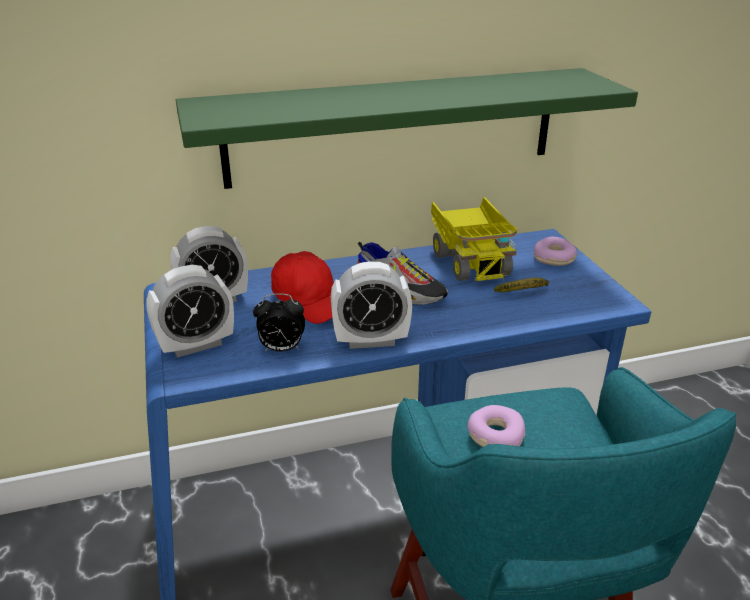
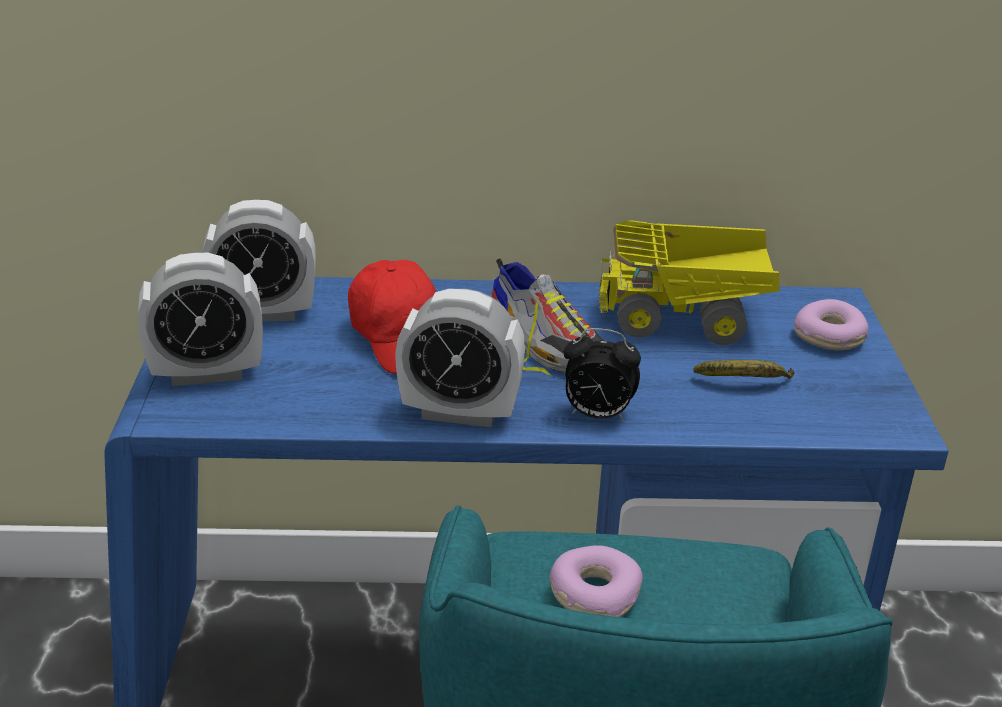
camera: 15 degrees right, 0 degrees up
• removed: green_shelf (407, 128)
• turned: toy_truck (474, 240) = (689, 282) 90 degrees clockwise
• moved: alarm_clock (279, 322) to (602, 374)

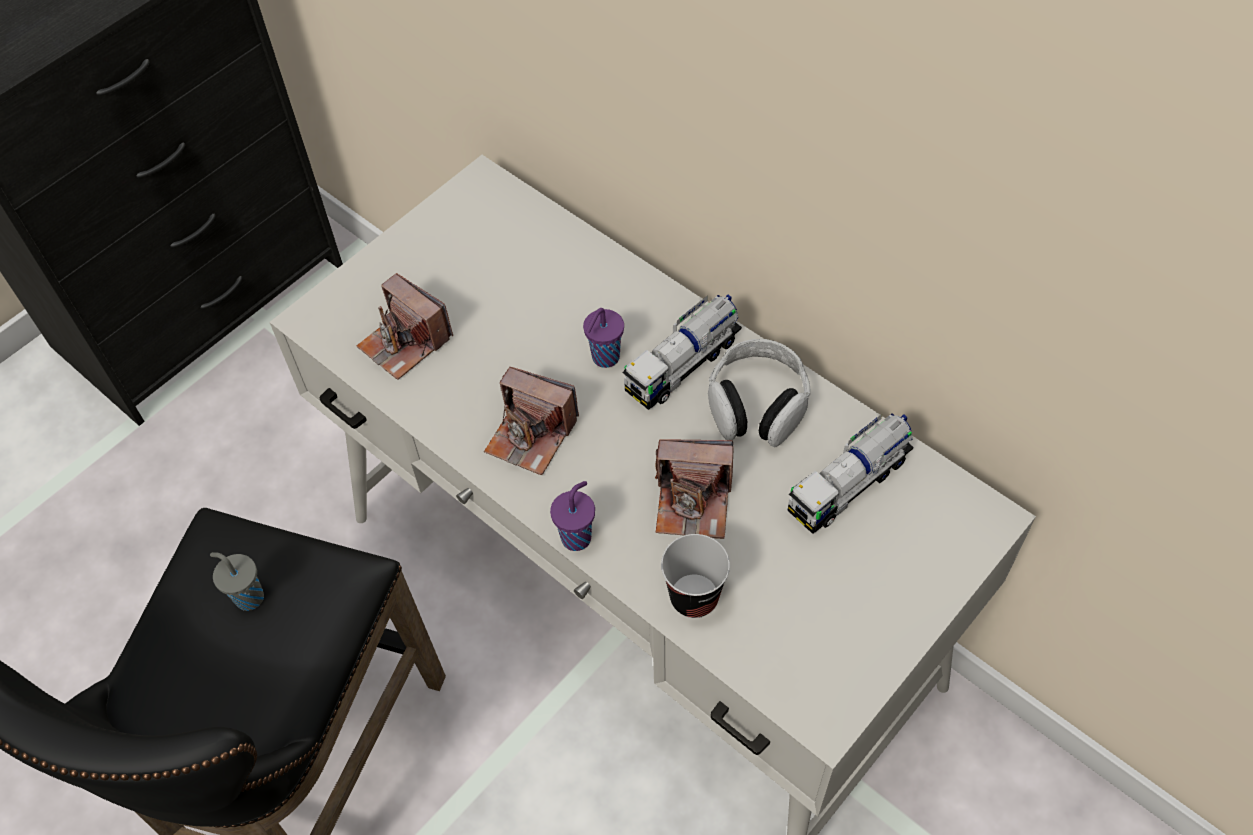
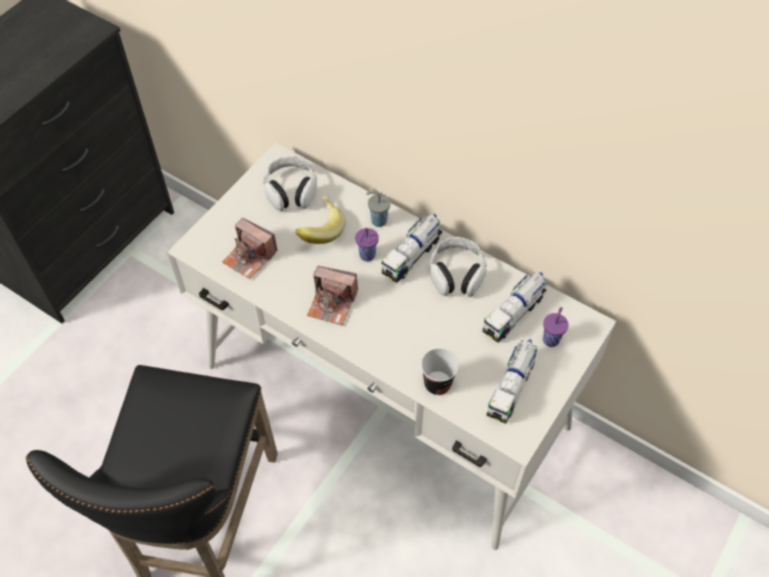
camera: 10 degrees left, 0 degrees up
• removed: photo_camera (694, 489)
• moved: purple_cup (572, 516) to (555, 327)
• moved: grey_cup (237, 581) to (379, 208)
• added: headphones (290, 183)
• added: banana (320, 220)
• added: toy_truck (512, 381)

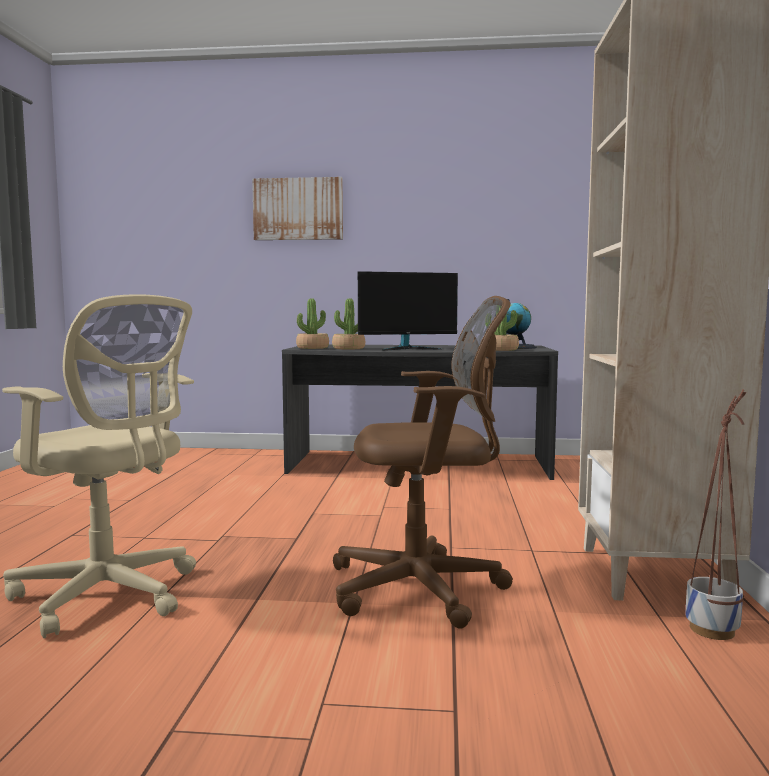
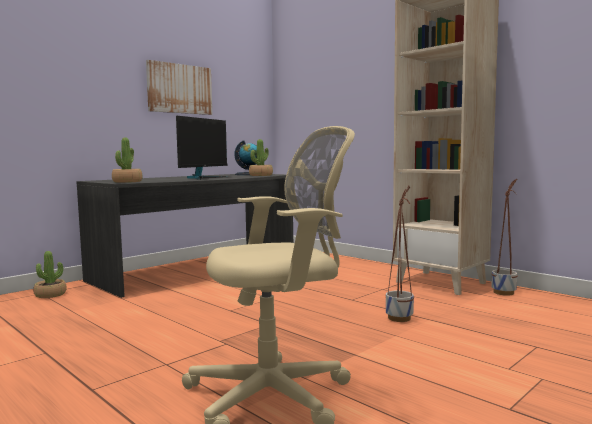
camera: 50 degrees left, 0 degrees up
• moved: picture (297, 208) to (179, 87)
• replaced: brown_office_chair (423, 462) to planter (400, 254)
• moved: potted_plant (348, 324) to (50, 274)

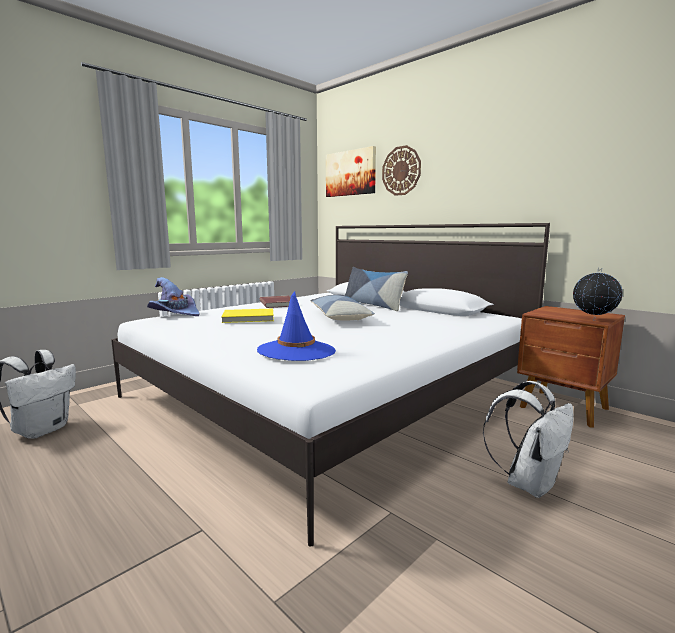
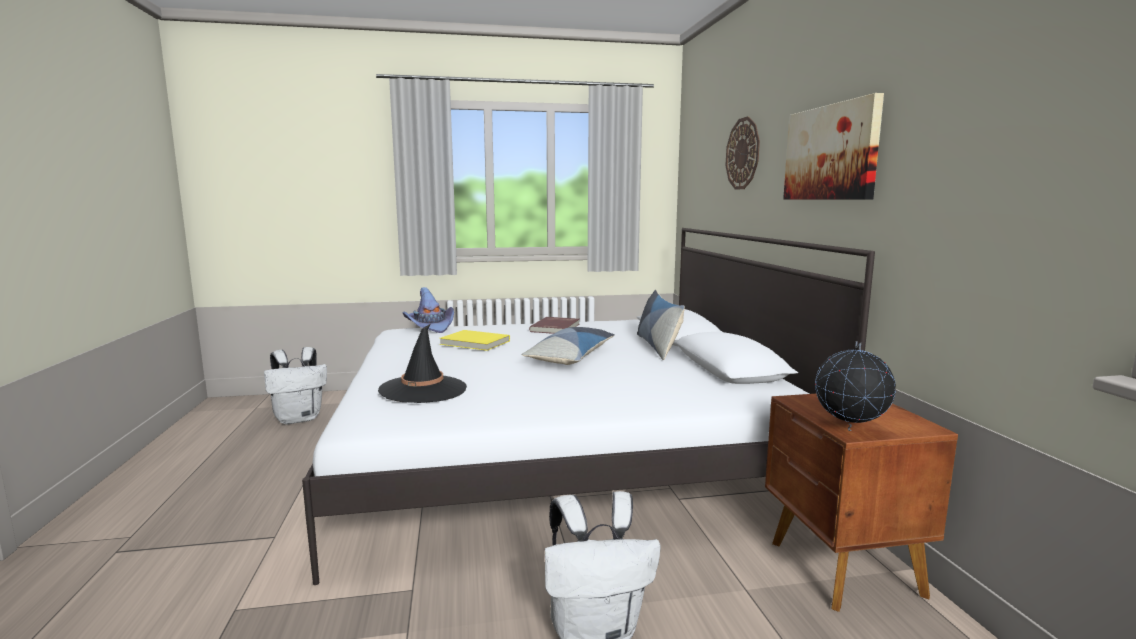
camera: 35 degrees right, 0 degrees up
• moved: picture (351, 171) to (833, 146)
• recoloured: blue_hat (296, 326) to black_hat (422, 363)

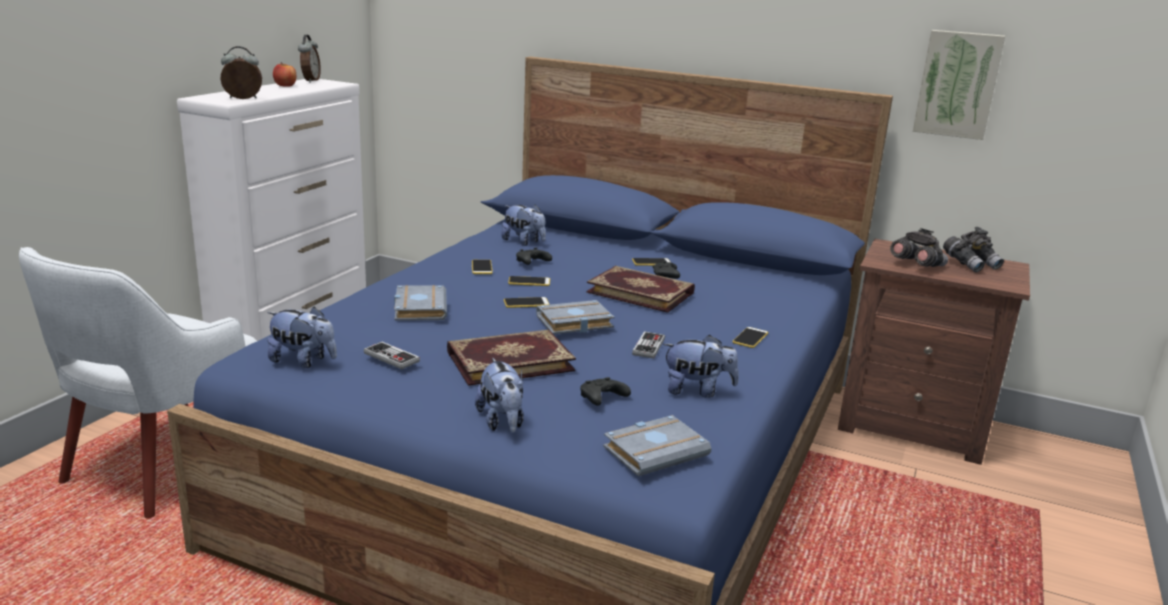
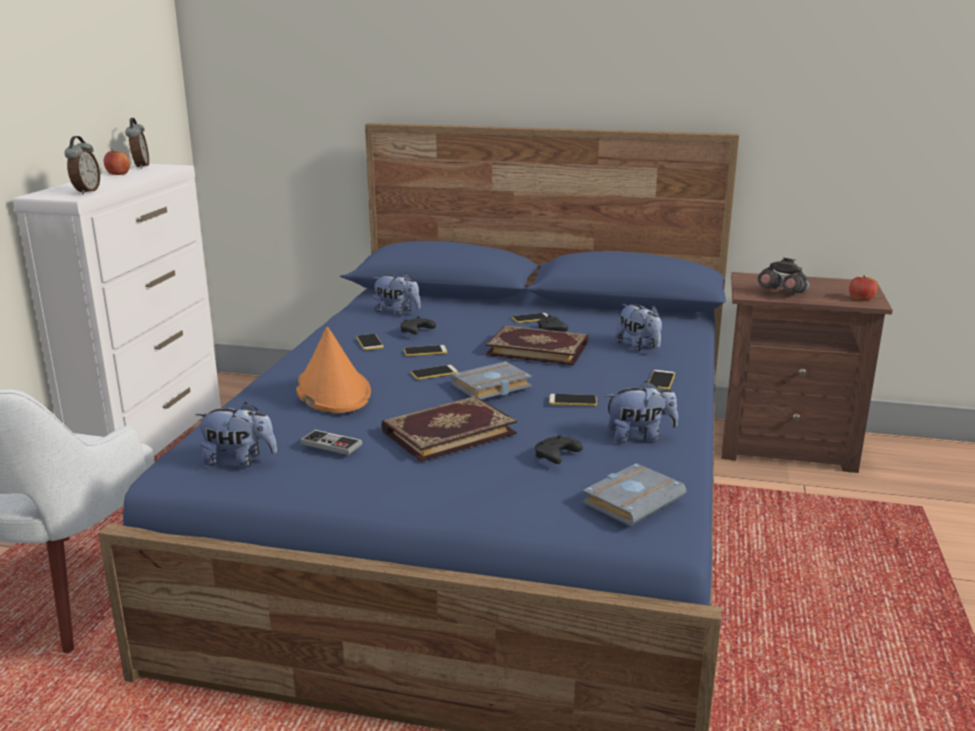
camera: 10 degrees left, 0 degrees up
• removed: picture (959, 85)
• turned: alarm_clock (241, 72) = (82, 165) 120 degrees clockwise
• removed: grey_binoculars (973, 249)
• replaced: grey_book (420, 303) to orange_hat (333, 370)
• replaced: game_controller (648, 345) to phone (573, 400)
• moved: plush_toy (499, 395) to (638, 327)
• added: apple (863, 288)

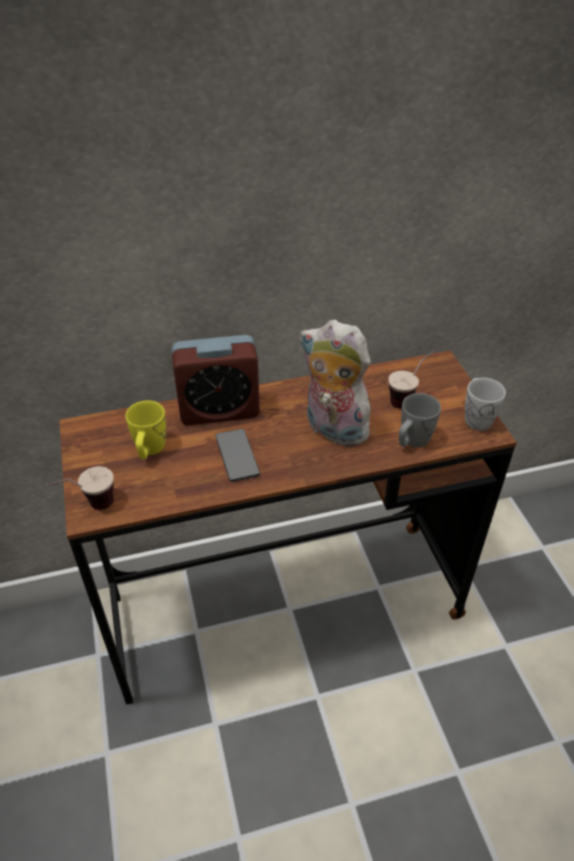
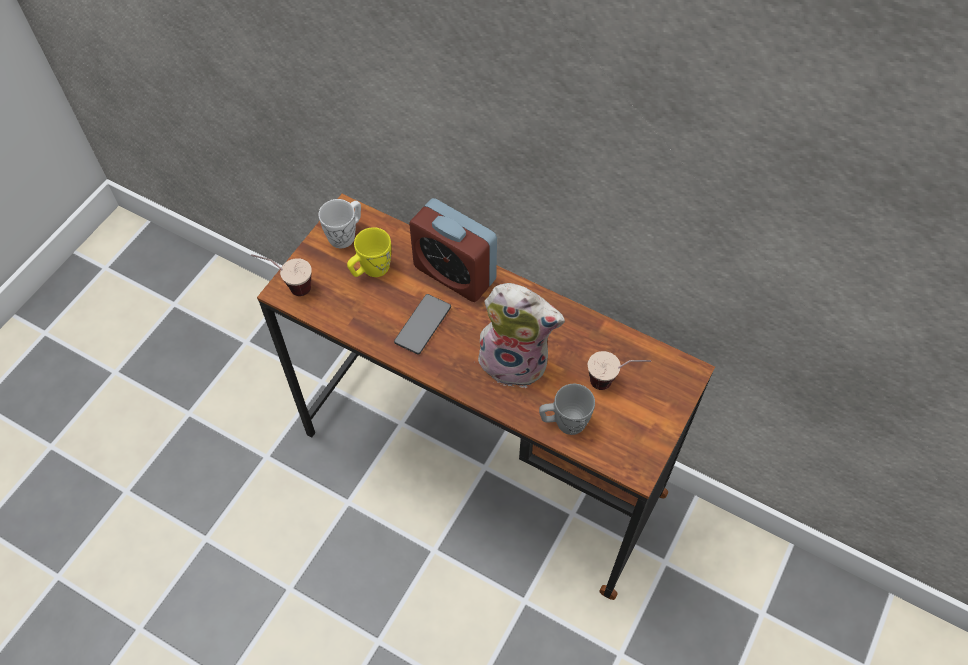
camera: 45 degrees right, 15 degrees up
• turned: plush_toy (337, 383) = (521, 335) 120 degrees clockwise
• moved: white_mug (485, 404) to (340, 223)

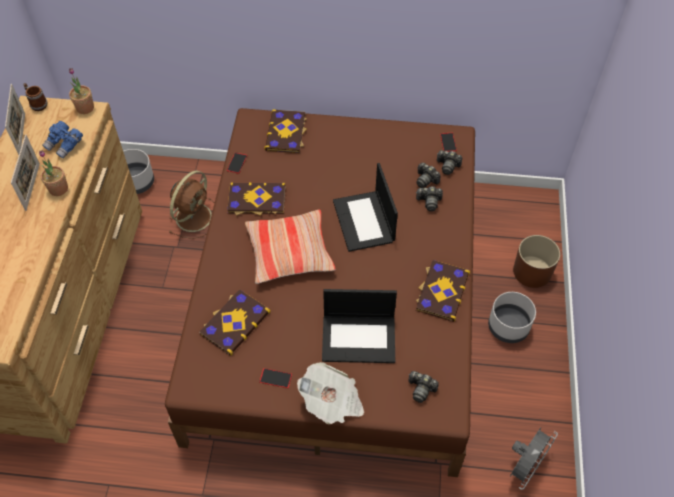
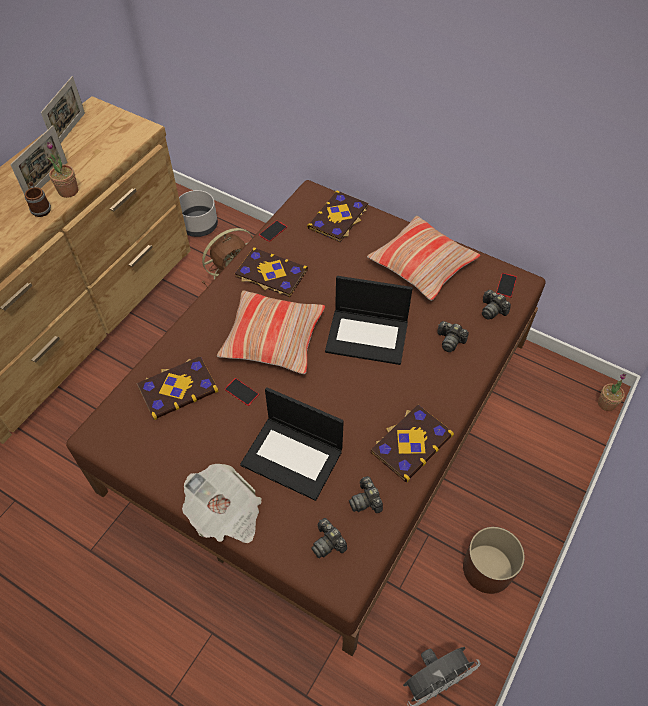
camera: 25 degrees right, 0 degrees up
• moved: potted_plant (81, 91) to (612, 392)
• moved: mug (35, 97) to (38, 199)
• removed: blue_binoculars (62, 140)
• turned: laptop (365, 207) = (369, 320) 90 degrees counterclockwise
• moved: photo_camera (428, 175) to (366, 494)
• moved: brown_planter (536, 261) to (494, 560)
• removed: grey_planter (512, 317)
• moved: phone (275, 378) to (241, 392)
• added: pillow (423, 258)

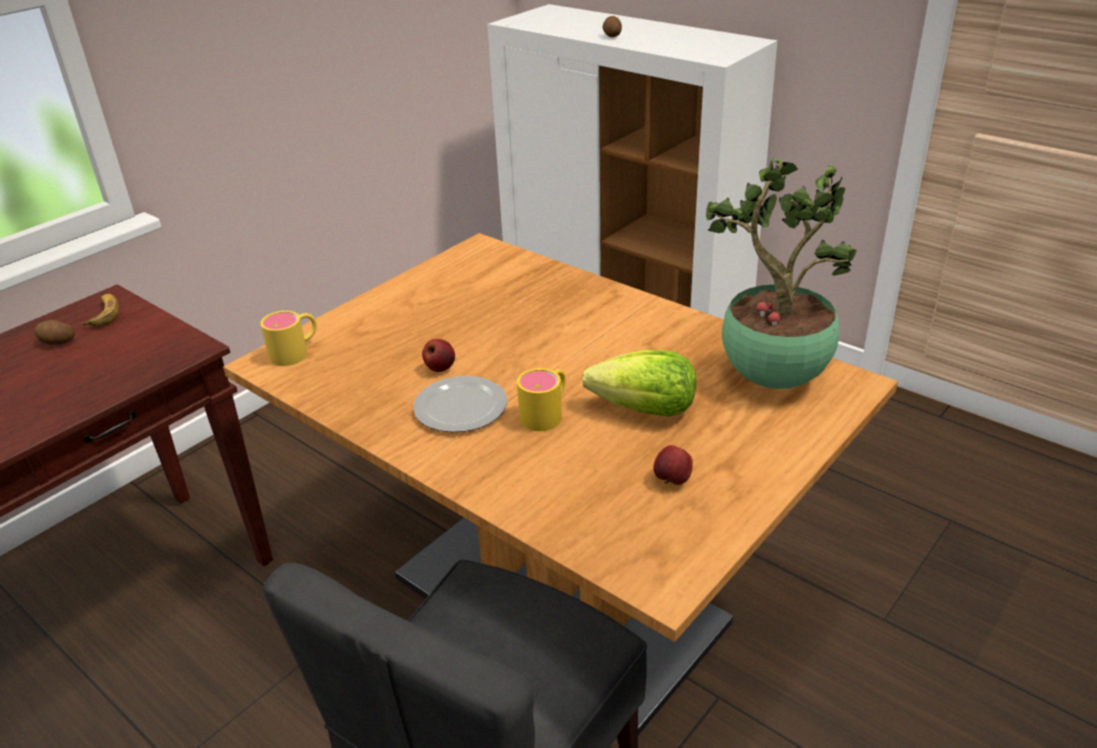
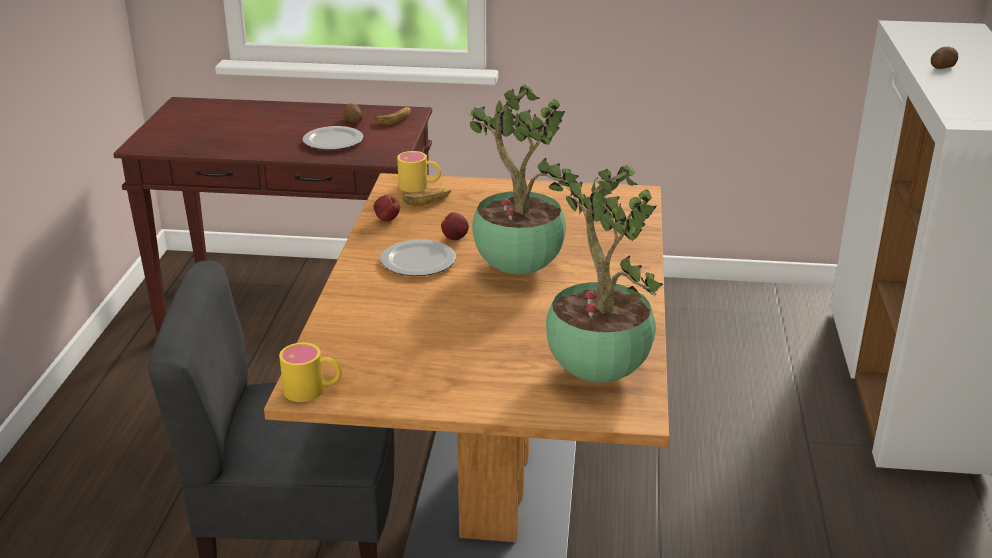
camera: 55 degrees right, 5 degrees down
• removed: lettuce (639, 383)
• moved: yellow_mug (541, 399) to (310, 372)
• moved: apple (673, 465) to (386, 208)
• added: potted_plant (523, 180)
• added: plate (332, 138)
• added: banana (426, 197)

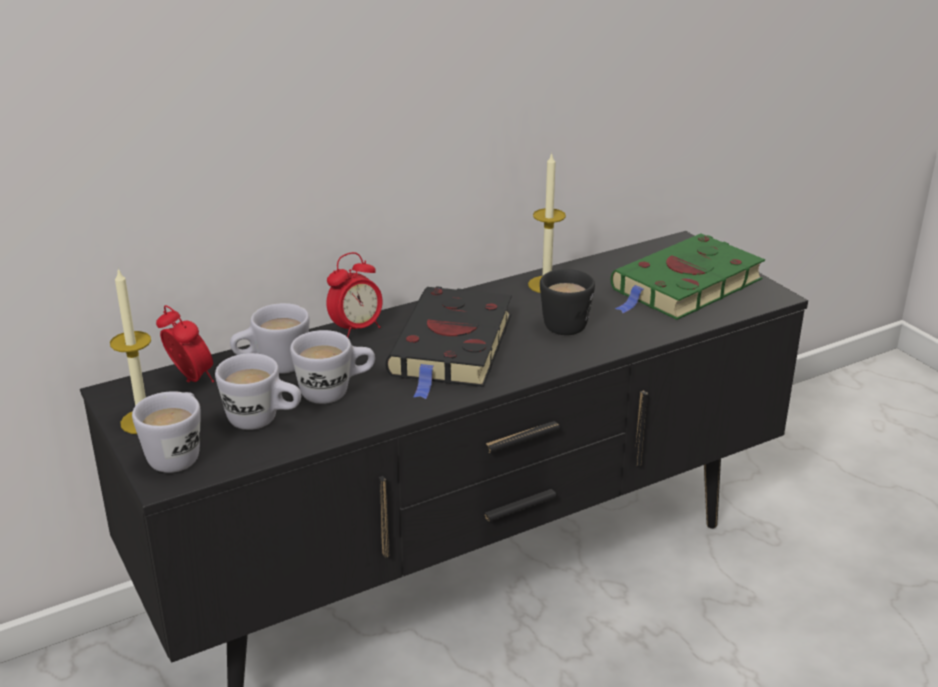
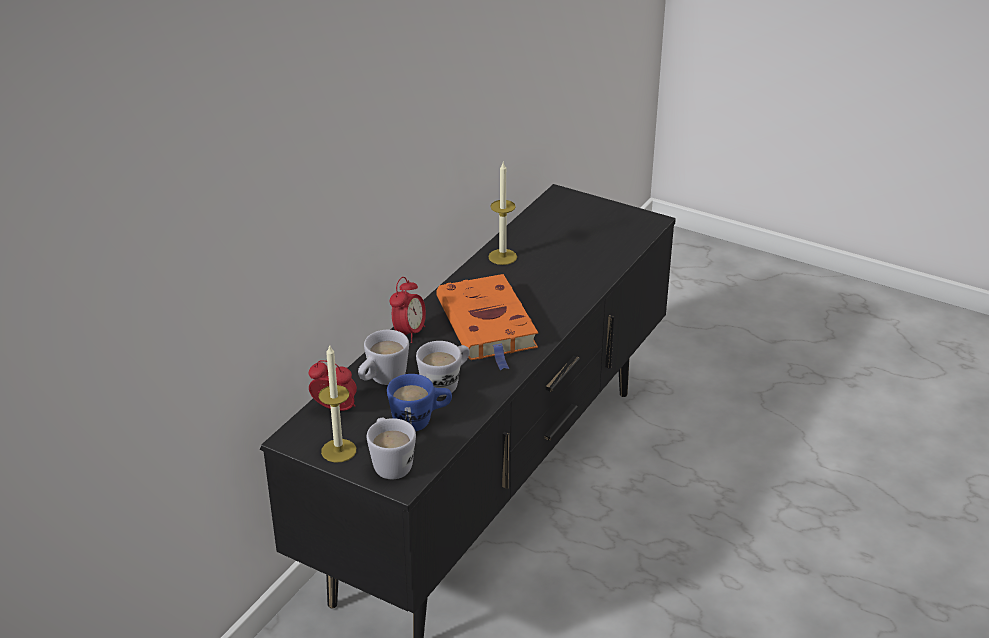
camera: 30 degrees left, 5 degrees up
• removed: green_book (688, 277)
• removed: black_mug (567, 302)
• recoloured: black_book (449, 342) to orange_book (487, 322)
• recoloured: white_mug (258, 391) to blue_mug (419, 402)

